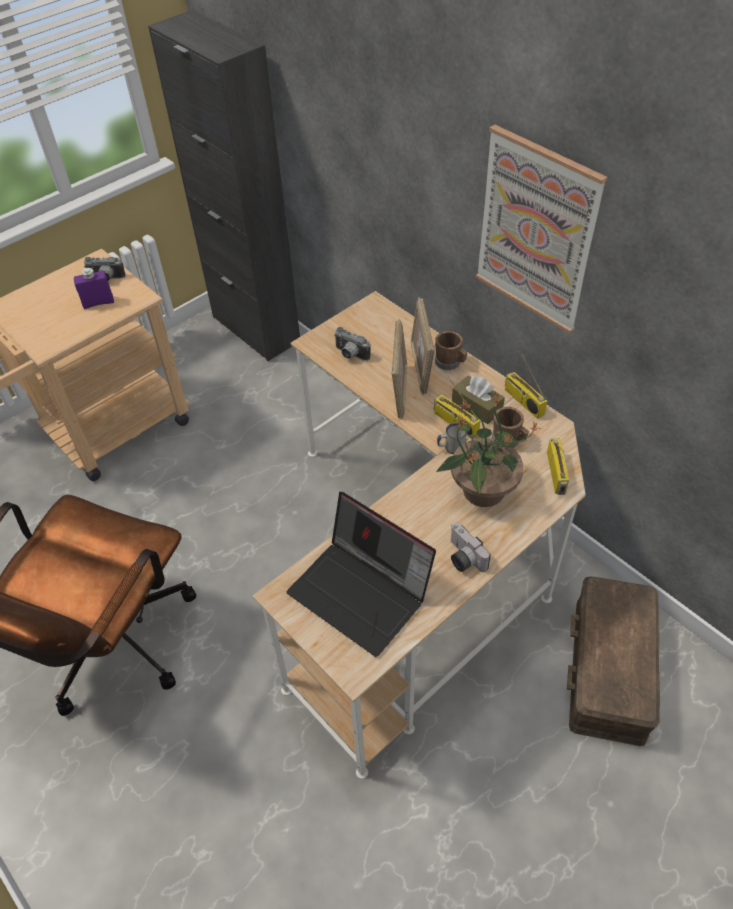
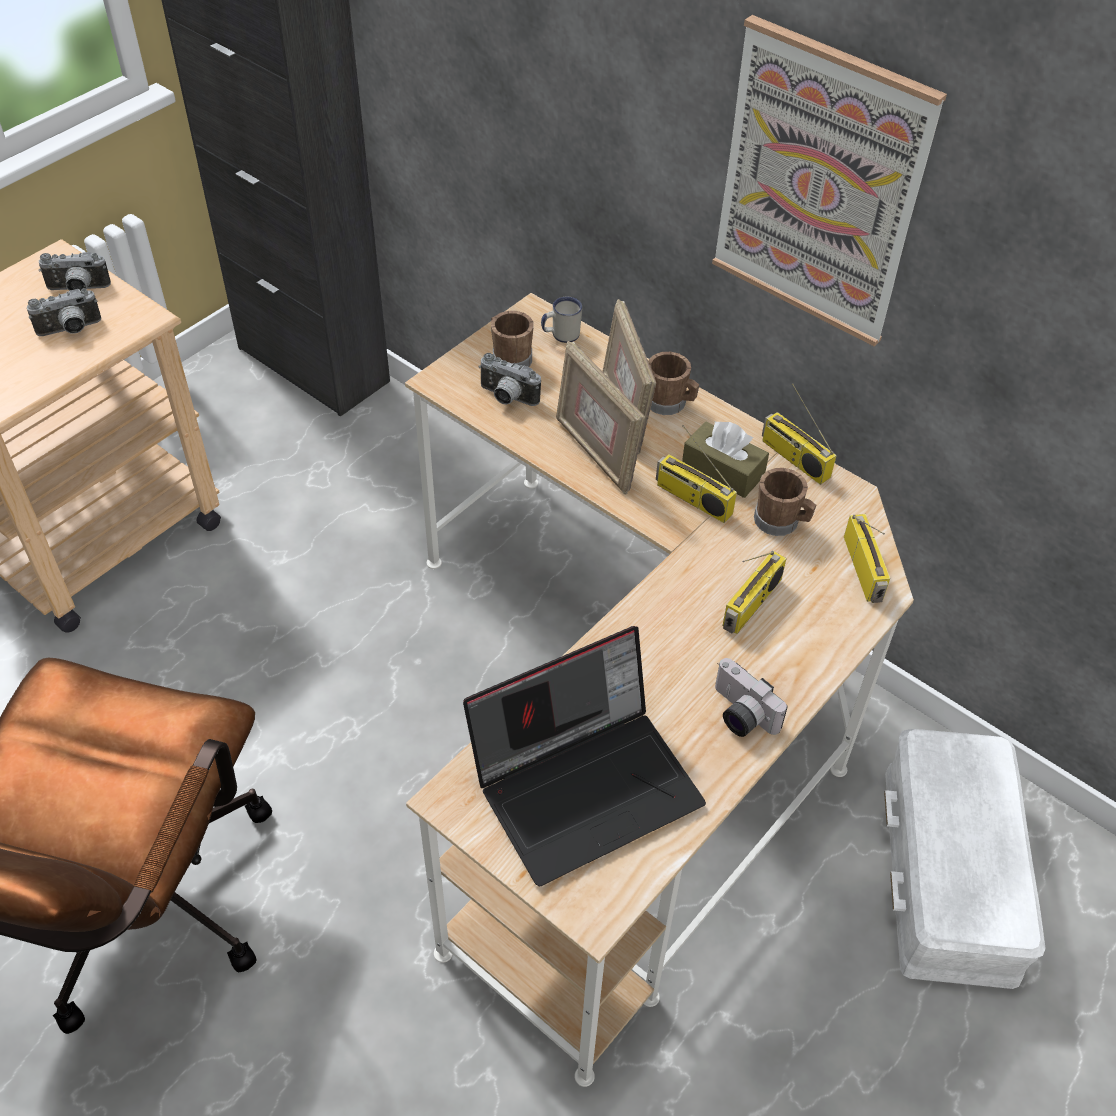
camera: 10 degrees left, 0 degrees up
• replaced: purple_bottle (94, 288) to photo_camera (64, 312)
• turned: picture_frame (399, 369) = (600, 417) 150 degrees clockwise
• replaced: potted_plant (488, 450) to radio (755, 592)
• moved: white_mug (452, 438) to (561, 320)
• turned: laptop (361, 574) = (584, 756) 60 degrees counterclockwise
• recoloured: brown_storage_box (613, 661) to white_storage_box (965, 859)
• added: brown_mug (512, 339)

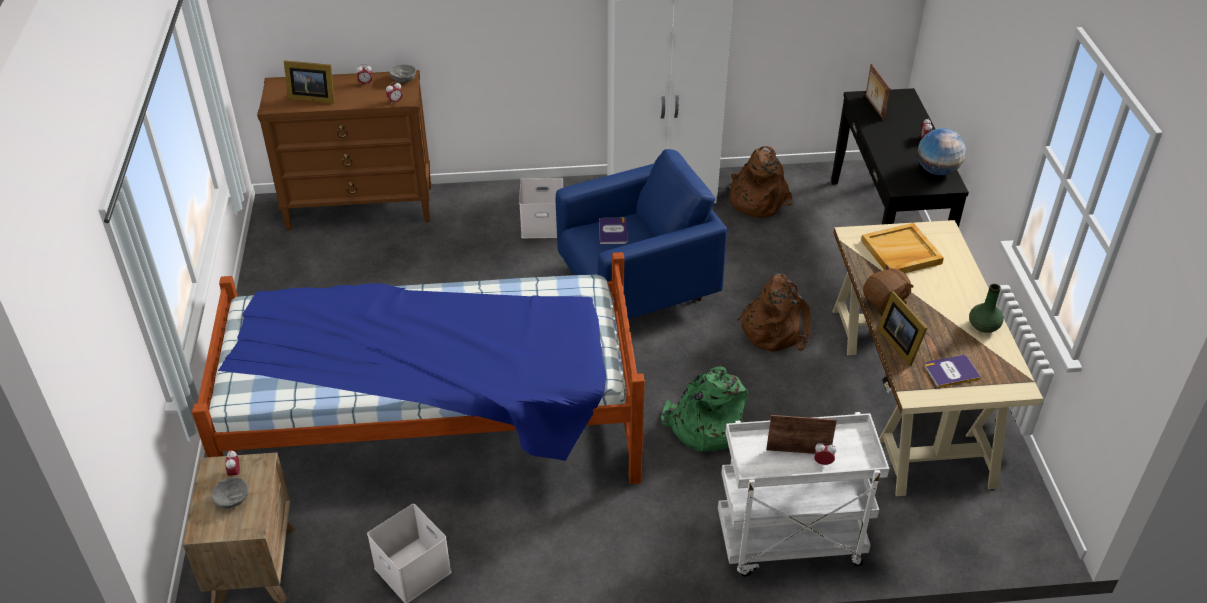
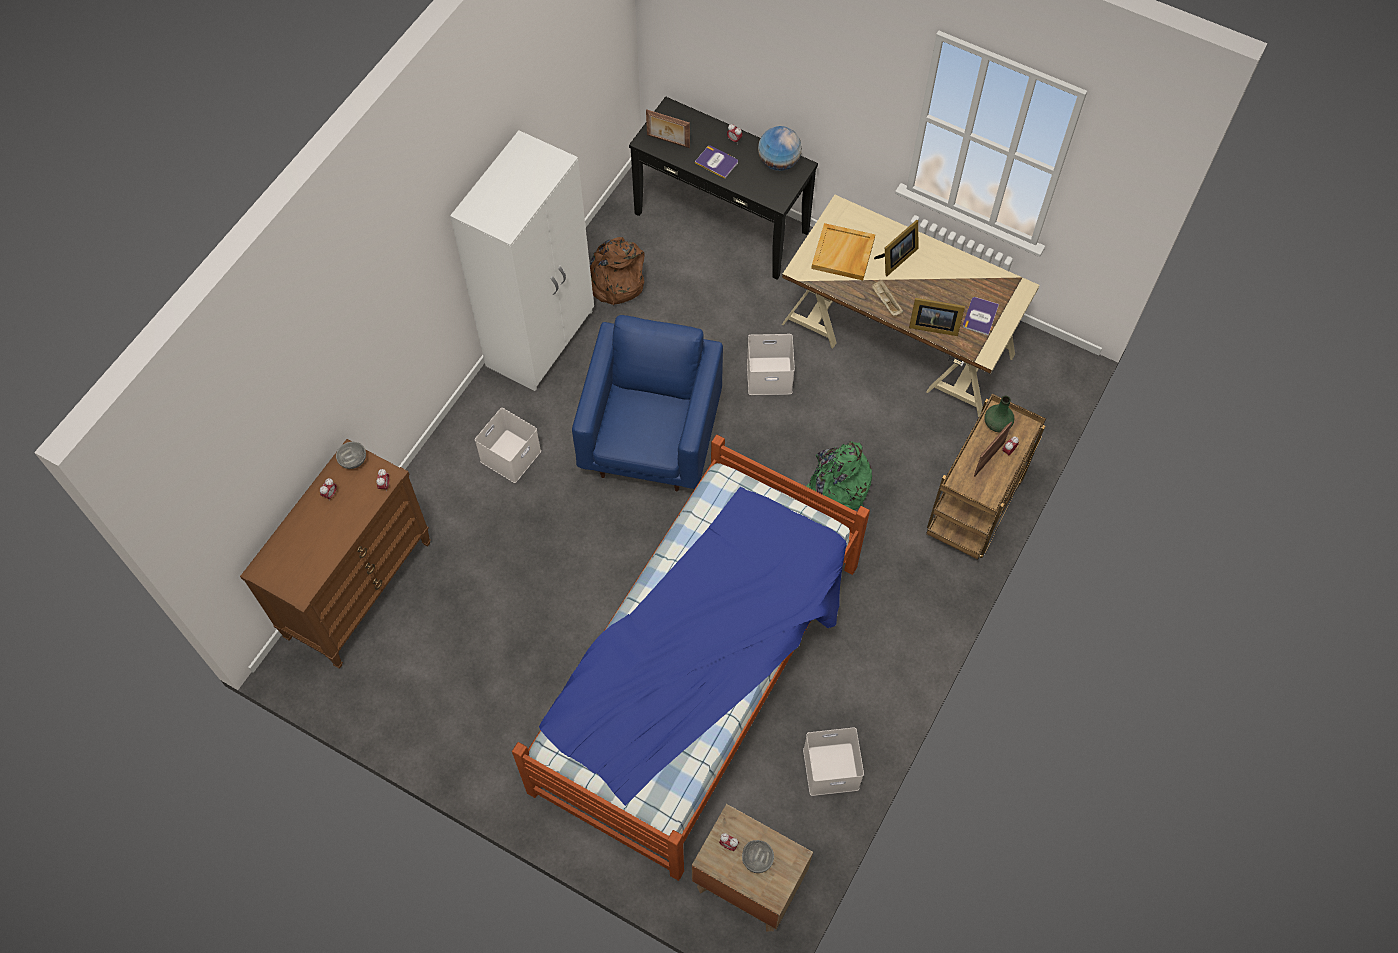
camera: 55 degrees left, 20 degrees up
• moved: picture_frame (309, 82) to (896, 248)
• moved: book (613, 231) to (716, 162)
• replaced: brown_plush_toy (888, 288) to beige_tray (887, 298)
• replaced: brown_backpack (774, 313) to white_storage_box (771, 364)
• moved: green_vase (986, 308) to (999, 414)
• recoloured: white_cart (804, 494) to brown_cart (986, 476)

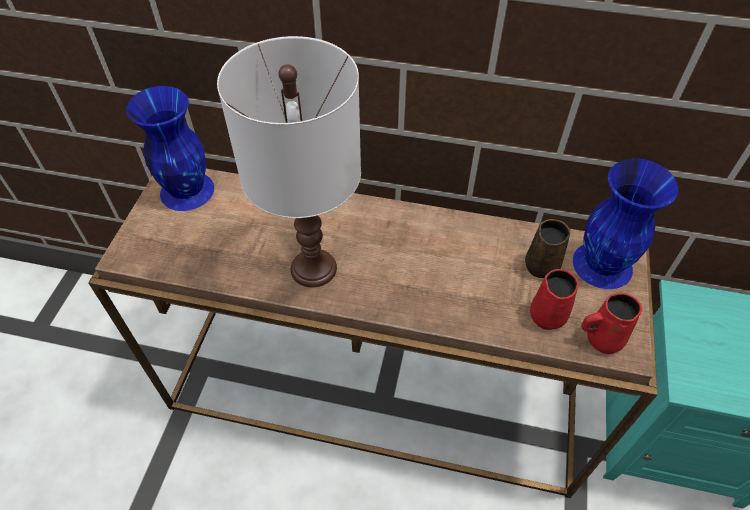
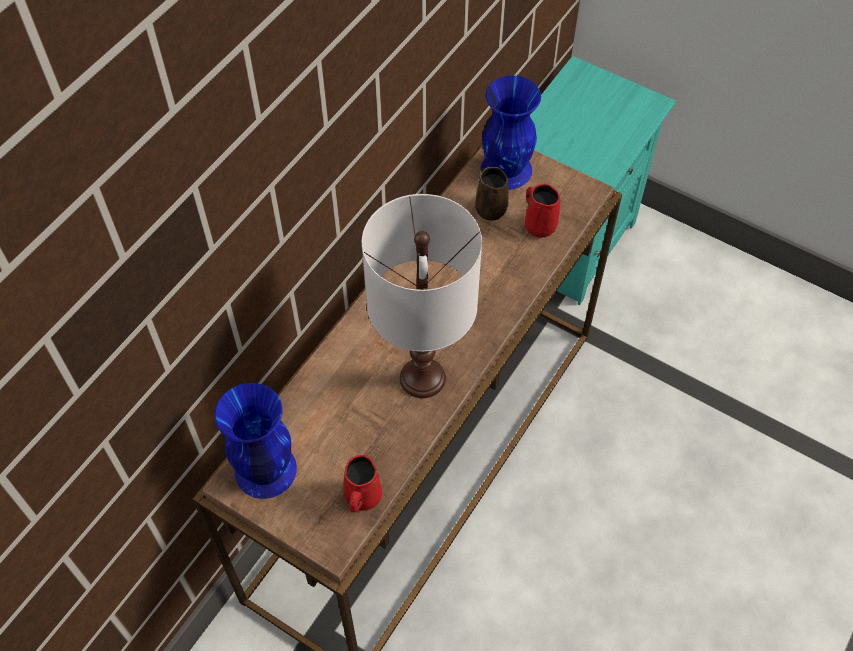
camera: 70 degrees left, 5 degrees up
• moved: red_mug (611, 323) to (363, 483)

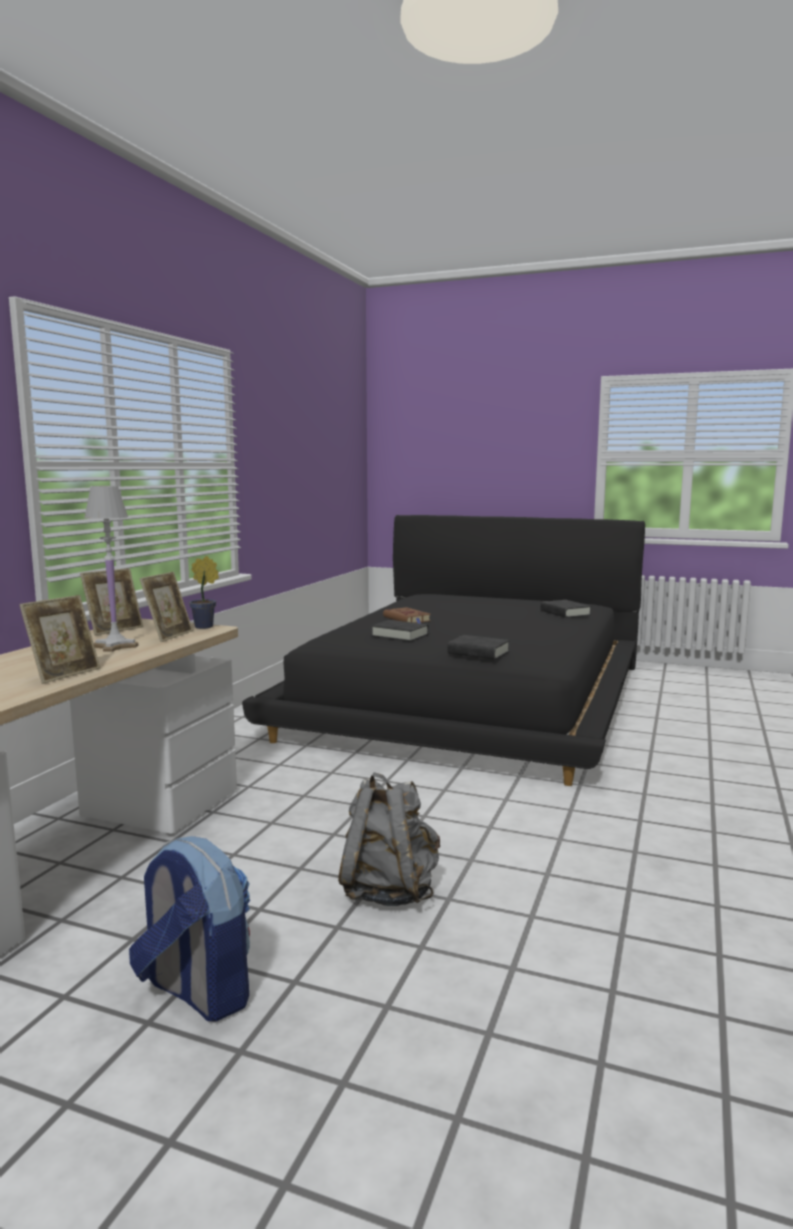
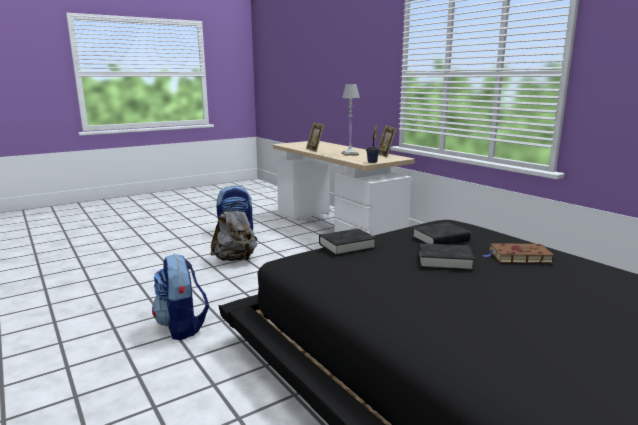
camera: 125 degrees right, 5 degrees up
• removed: picture_frame (166, 607)
• moved: black_book (566, 609) to (447, 256)
• added: backpack (180, 297)

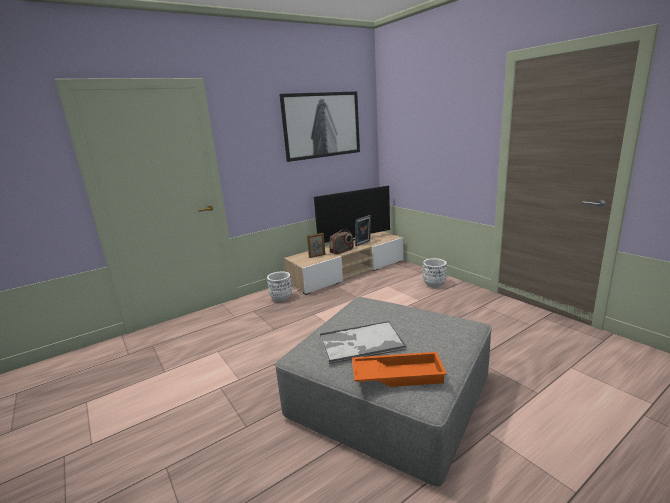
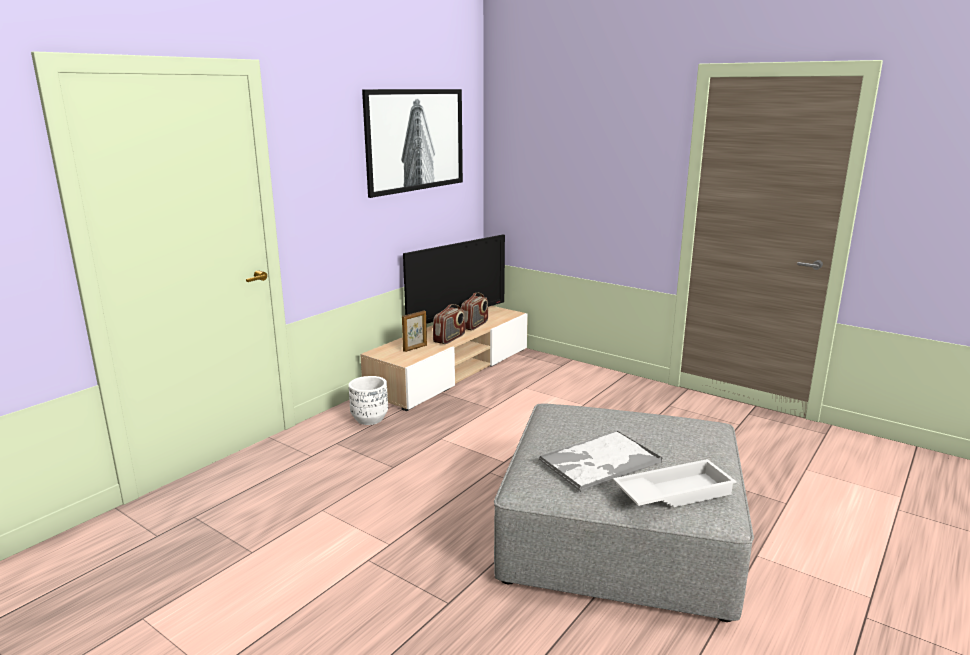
camera: 20 degrees left, 0 degrees up
• replaced: picture_frame (363, 230) to radio (474, 311)
• removed: white_planter (435, 273)
• recoloured: orange_tray (399, 369) to white_tray (675, 483)

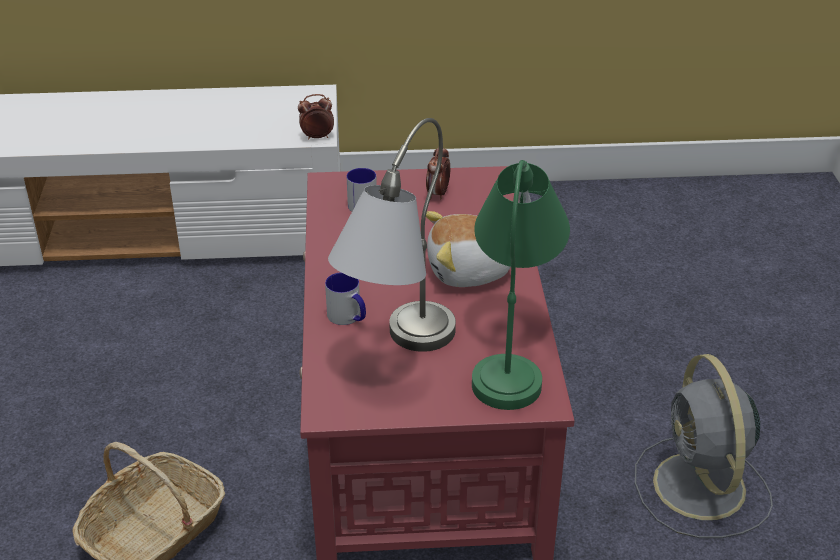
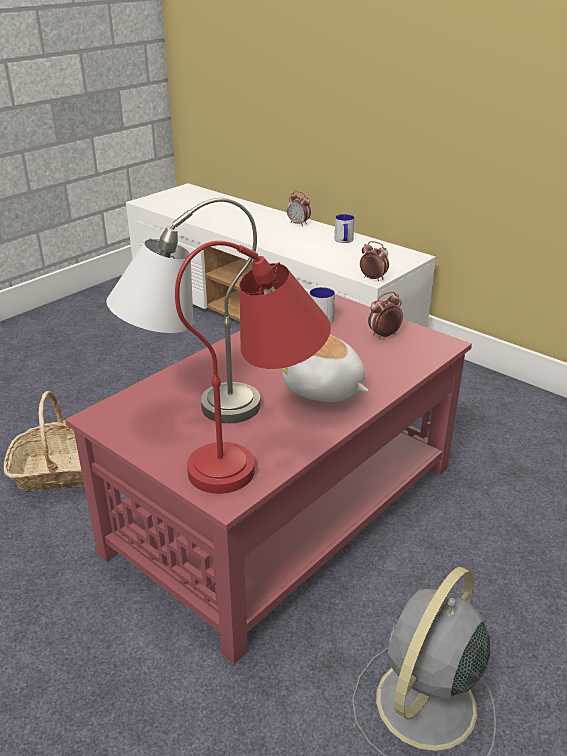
camera: 45 degrees right, 5 degrees down
• recoloured: green_table_lamp (521, 285) to red_table_lamp (253, 367)
• moved: mug (345, 298) to (345, 228)
• added: alarm_clock (299, 208)

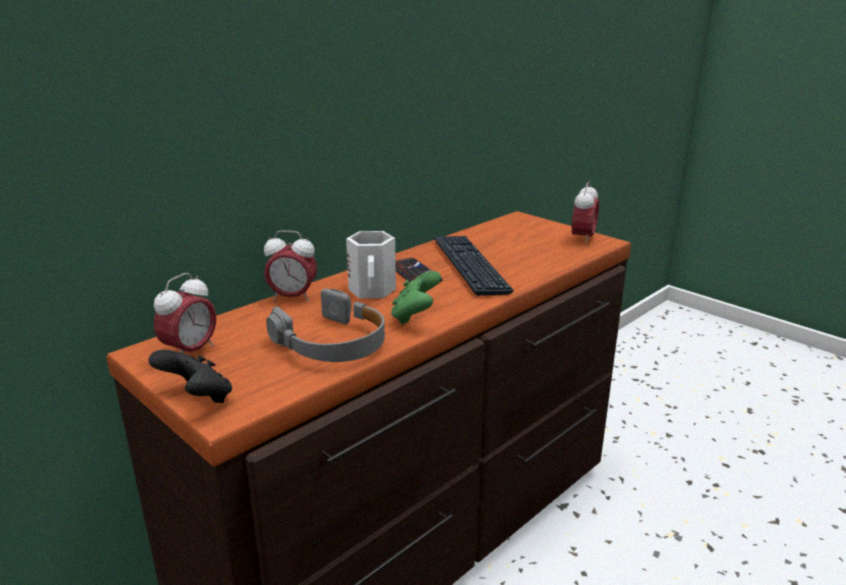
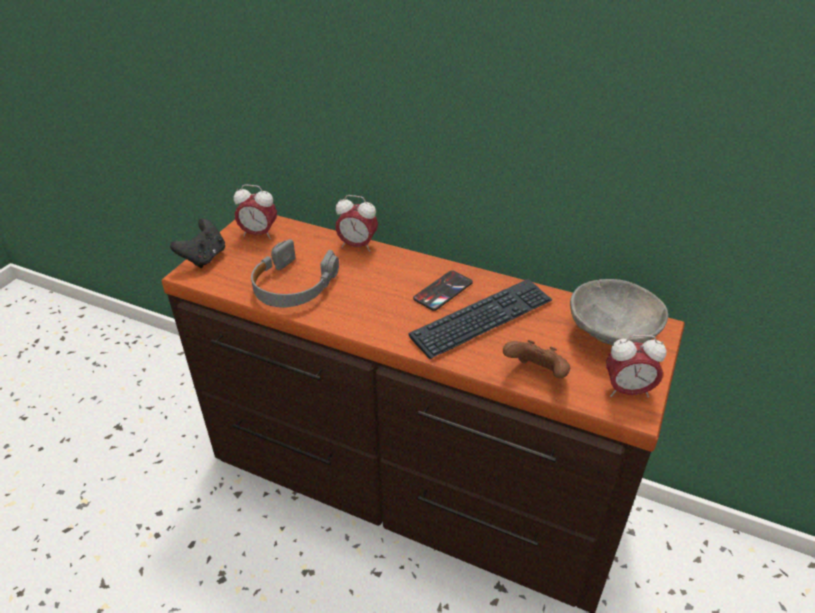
camera: 70 degrees right, 15 degrees up
• turned: alarm_clock (290, 266) = (356, 223) 60 degrees counterclockwise
• removed: white_mug (371, 264)
• removed: green_game_controller (416, 298)
• added: grey_bowl (619, 312)
• added: brown_game_controller (536, 359)

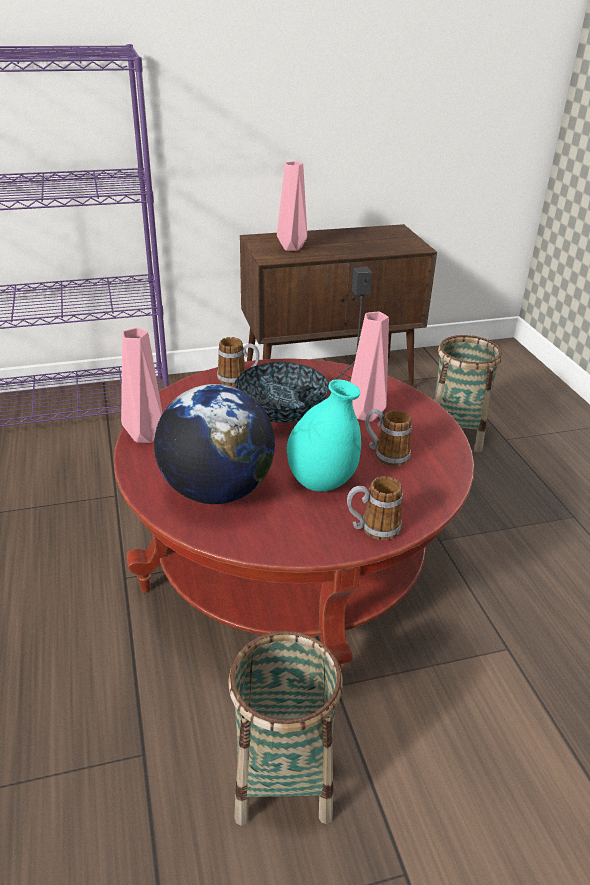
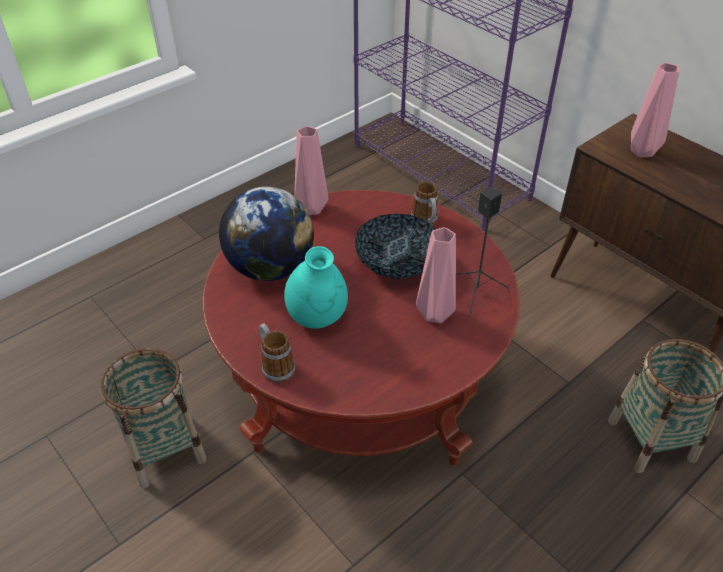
camera: 65 degrees right, 10 degrees up
• removed: mug (388, 438)

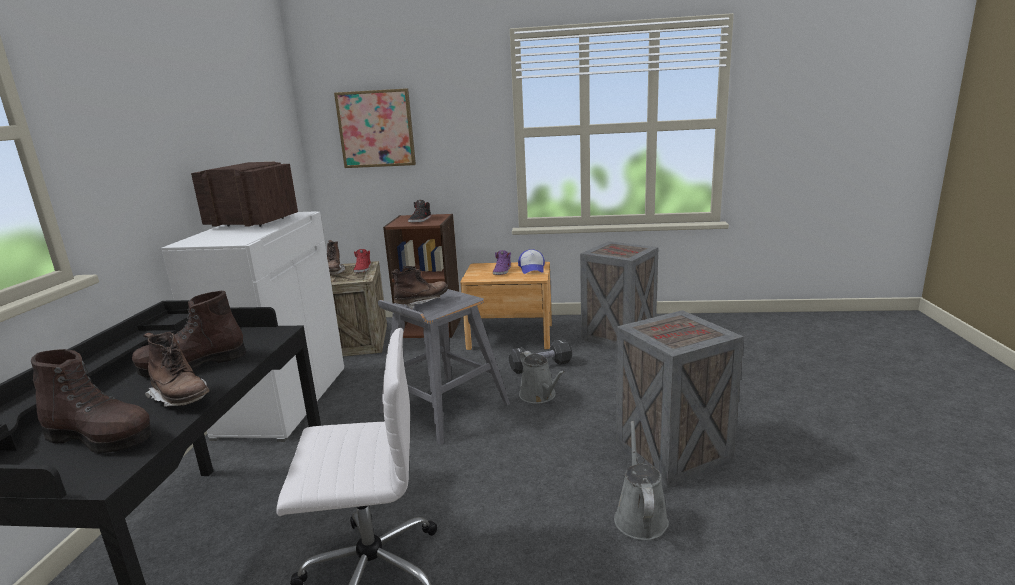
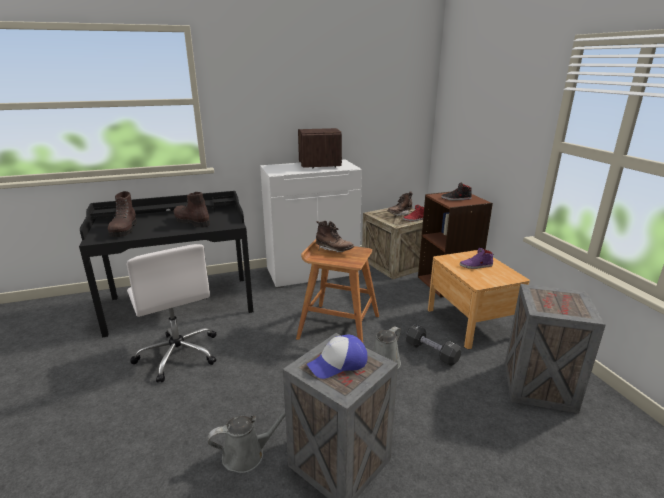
camera: 65 degrees right, 5 degrees up
• removed: picture (375, 128)
• moved: cap (531, 261) to (337, 357)
• recoloured: grey_stool (444, 367) to brown_stool (337, 290)
• removed: brown_boot (176, 369)

